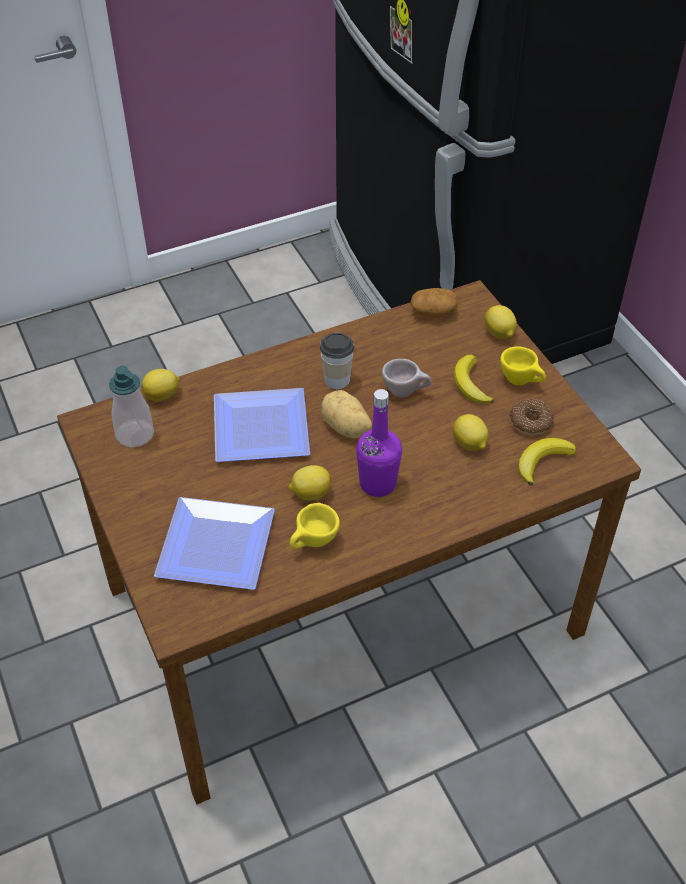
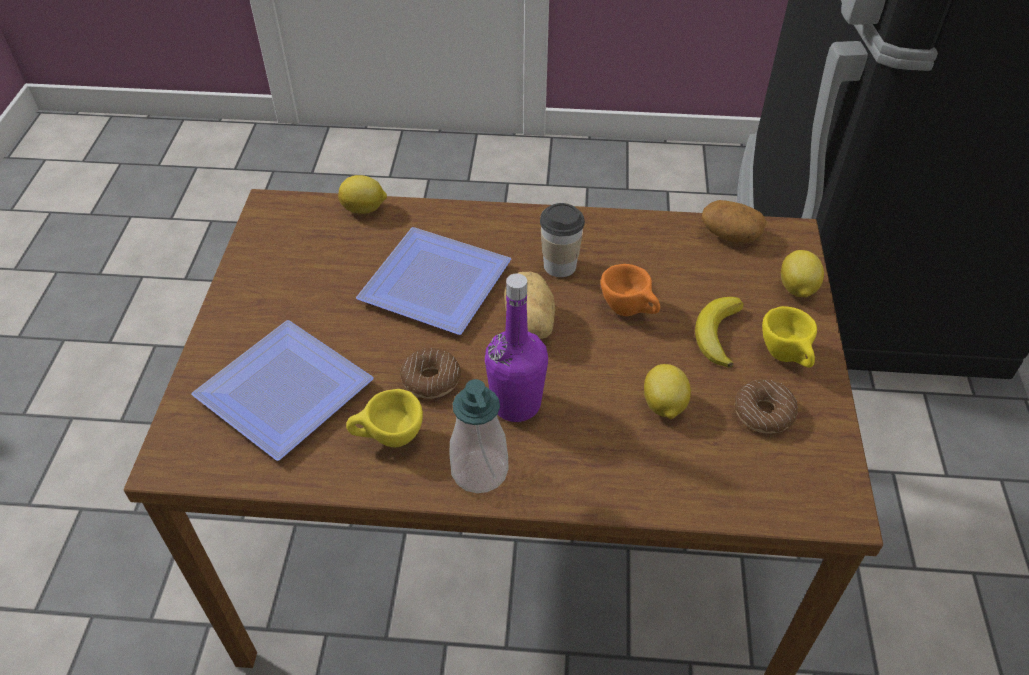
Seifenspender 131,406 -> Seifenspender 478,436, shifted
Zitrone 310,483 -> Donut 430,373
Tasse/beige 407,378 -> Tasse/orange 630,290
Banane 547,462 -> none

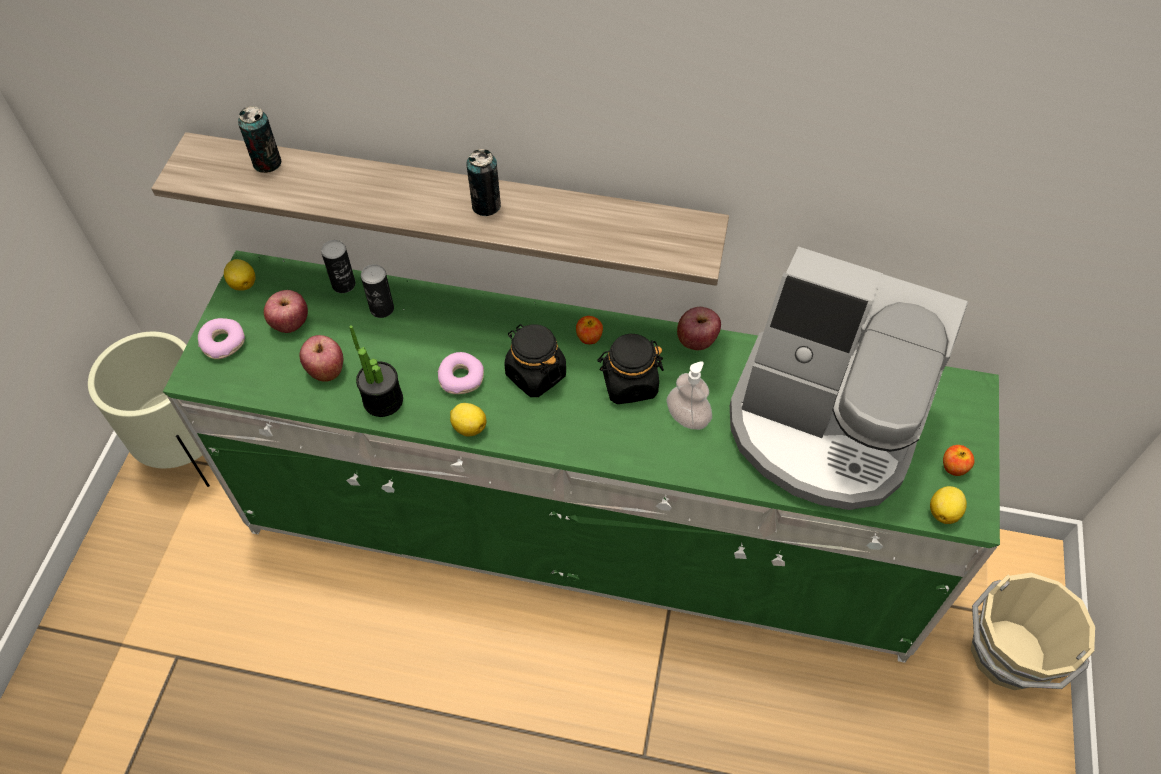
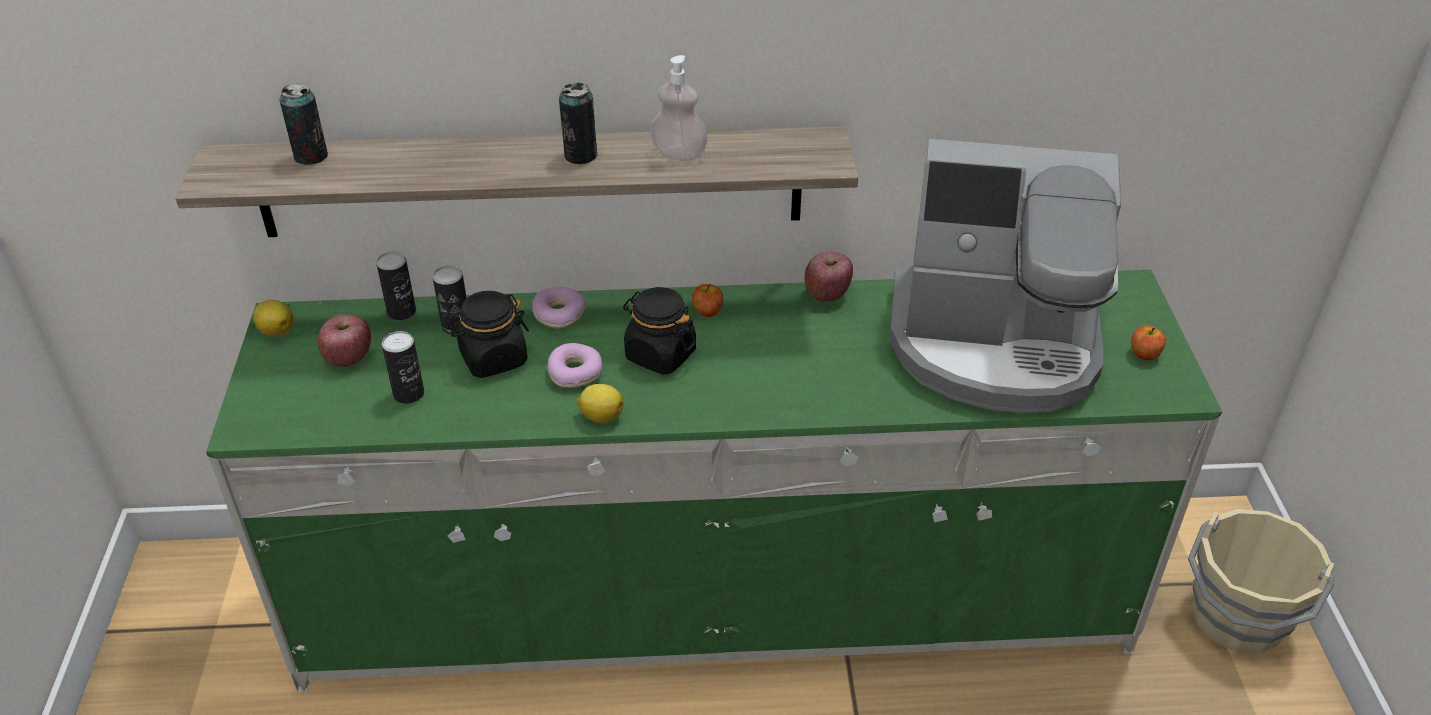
Pflanzkübel/beige 149,409 -> none
Donut 221,338 -> Donut 559,308, shifted
Apfel 321,358 -> Dose 403,367
Topfpflanze 376,371 -> none
Vorratsglas/schwarz 630,369 -> Vorratsglas/schwarz 488,334, shifted
Seifenspender 689,395 -> Seifenspender 679,108, shifted
Zitrone 948,505 -> none

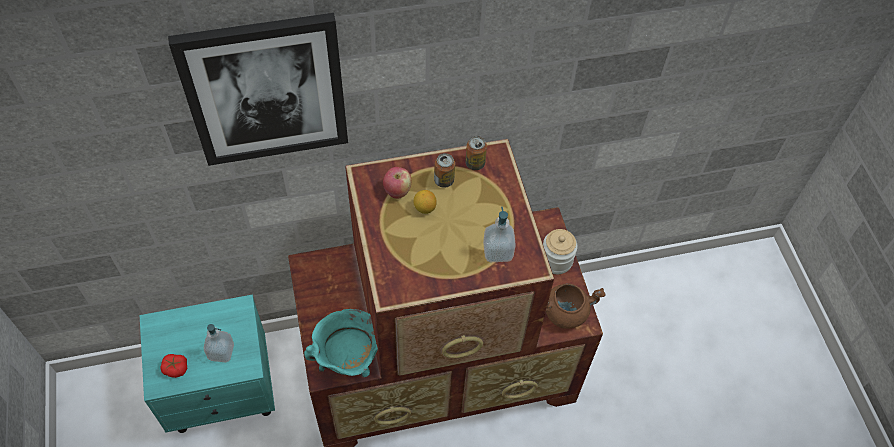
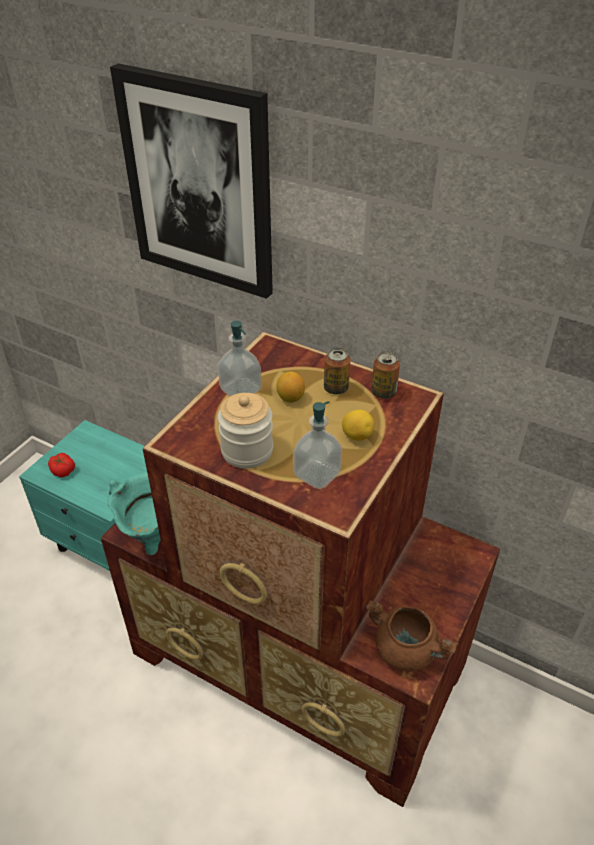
Seifenspender 219,343 -> Seifenspender 240,358, shifted
Apfel 397,183 -> none
Vorratsglas 560,251 -> Vorratsglas 245,430, shifted
none -> Zitrone 358,425

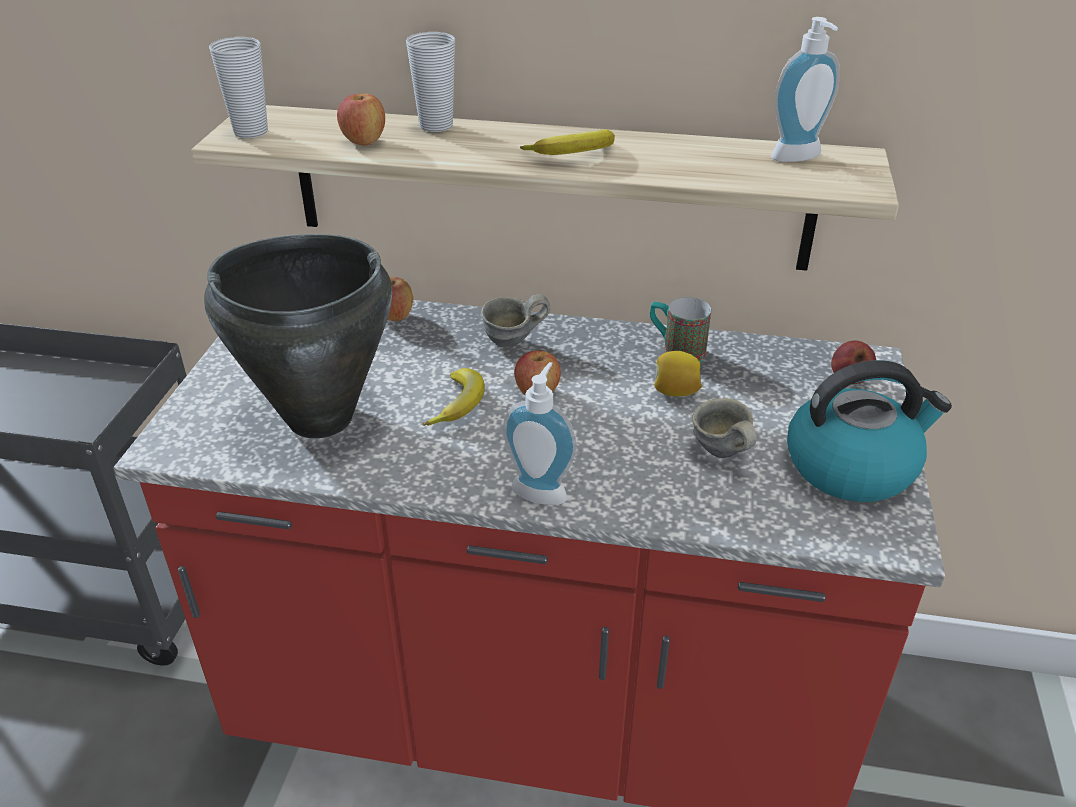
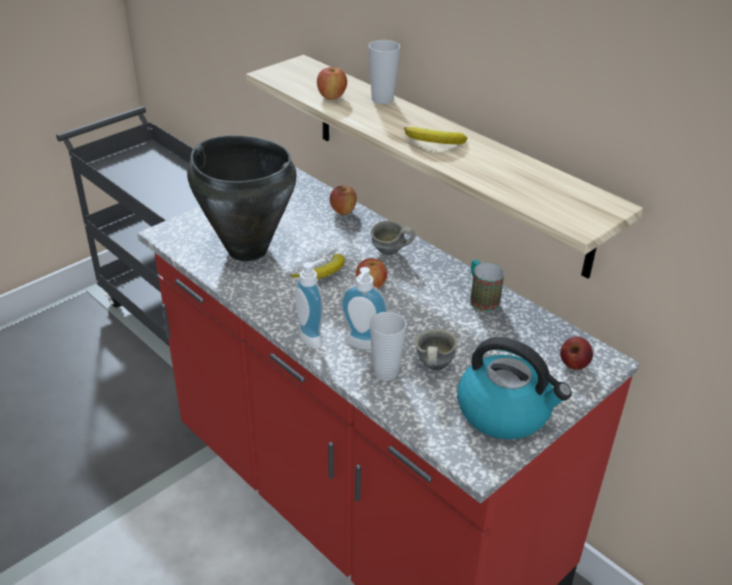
Tasse 238,87 -> Tasse 388,346, shifted
Zitrone 678,373 -> none
Seifenspender 805,89 -> Seifenspender 364,308, shifted

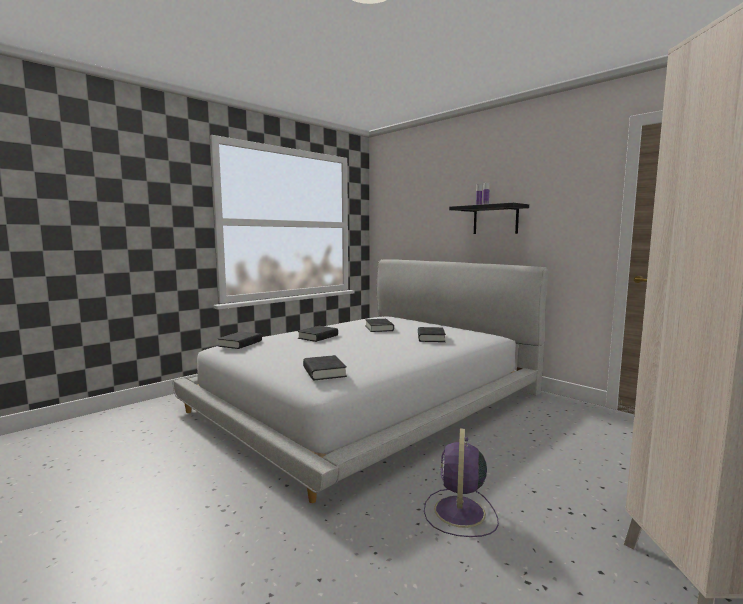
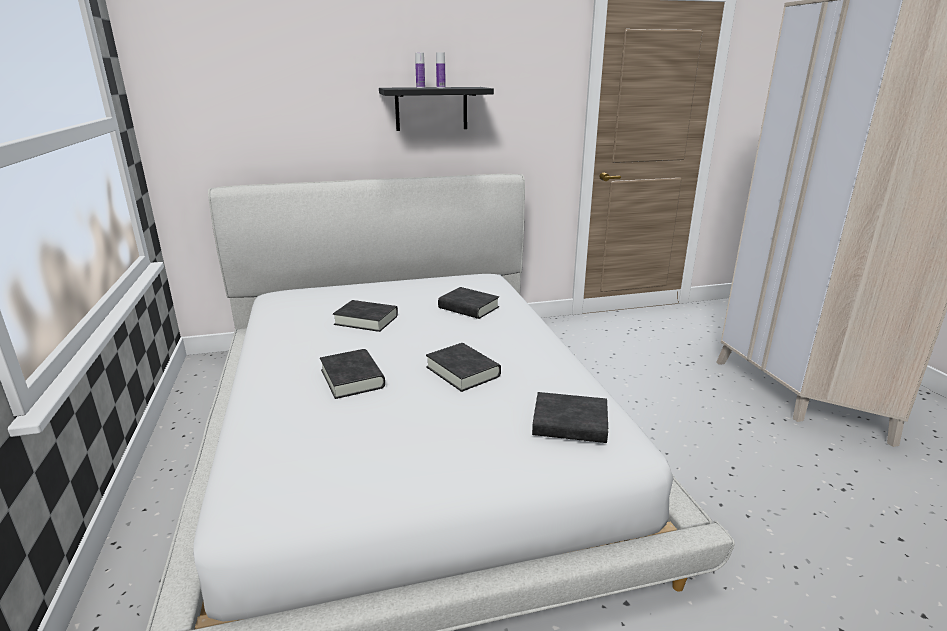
Buch/schwarz 239,340 -> Buch/schwarz 463,367, shifted
Ventilator/lila 461,482 -> none

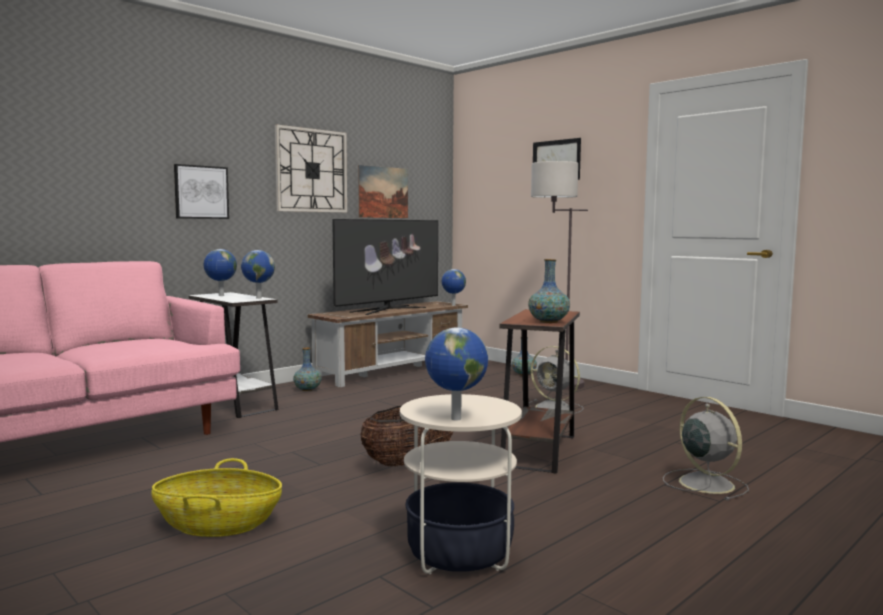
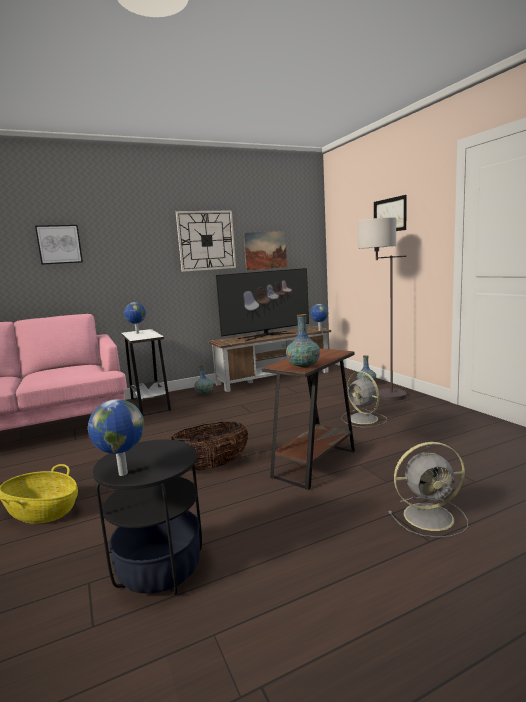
Bild 201,191 -> Bild 59,245, shifted
Globus 258,274 -> none
Beistelltisch/beige 461,484 -> Beistelltisch/schwarz 147,517
Ventilator/grau 706,448 -> Ventilator/grau 428,490, 90 degrees clockwise

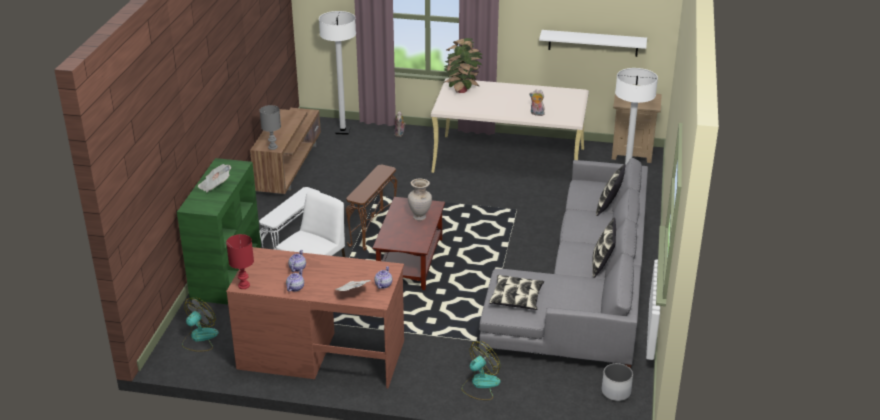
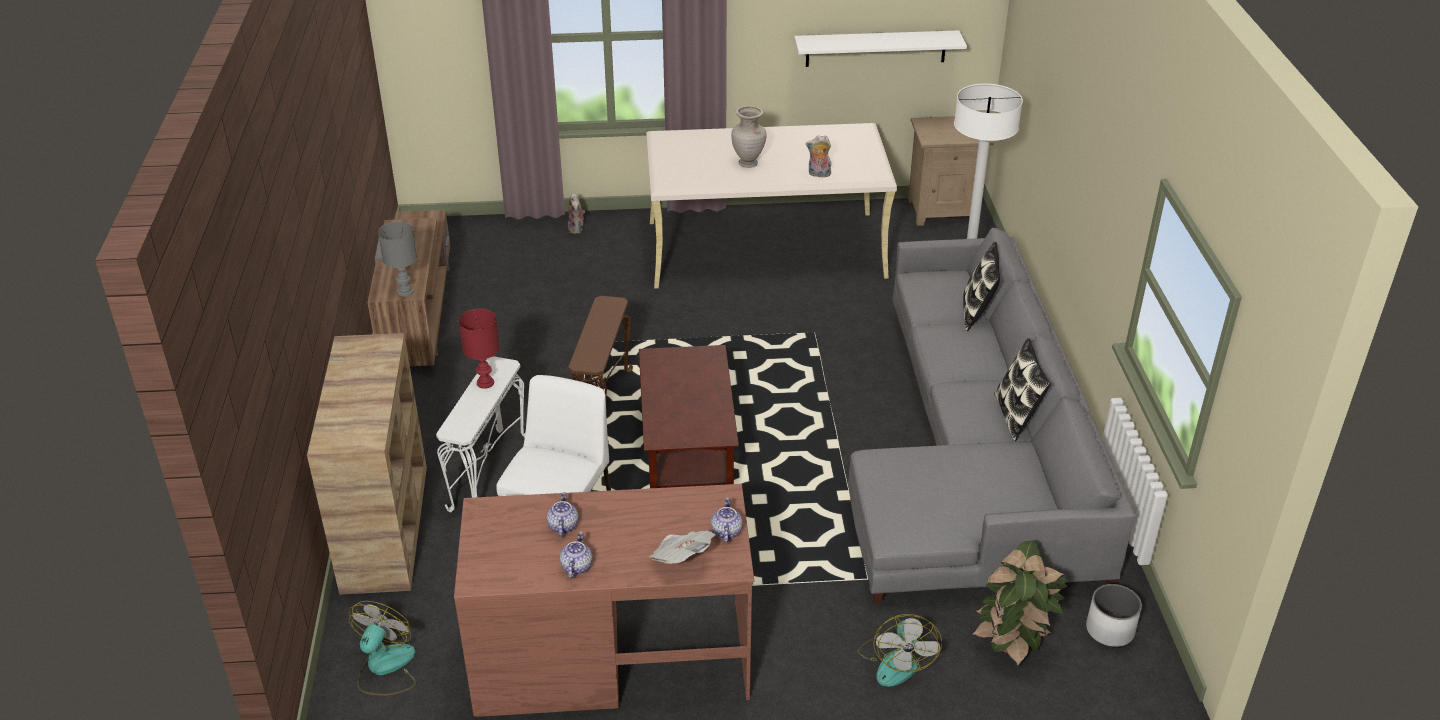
Bücherregal/grün 219,231 -> Bücherregal/braun 367,464
Zeitung 214,178 -> none
Tischlampe/rot 240,261 -> Tischlampe/rot 479,349, shifted
Stehlampe/weiß 337,73 -> none
Vase/beige 420,200 -> Vase/beige 748,137, shifted
Topfpflanze 463,65 -> Topfpflanze 1019,603, shifted
Ventilator 481,370 -> Ventilator 900,650, 150 degrees clockwise
Kissen 516,292 -> none

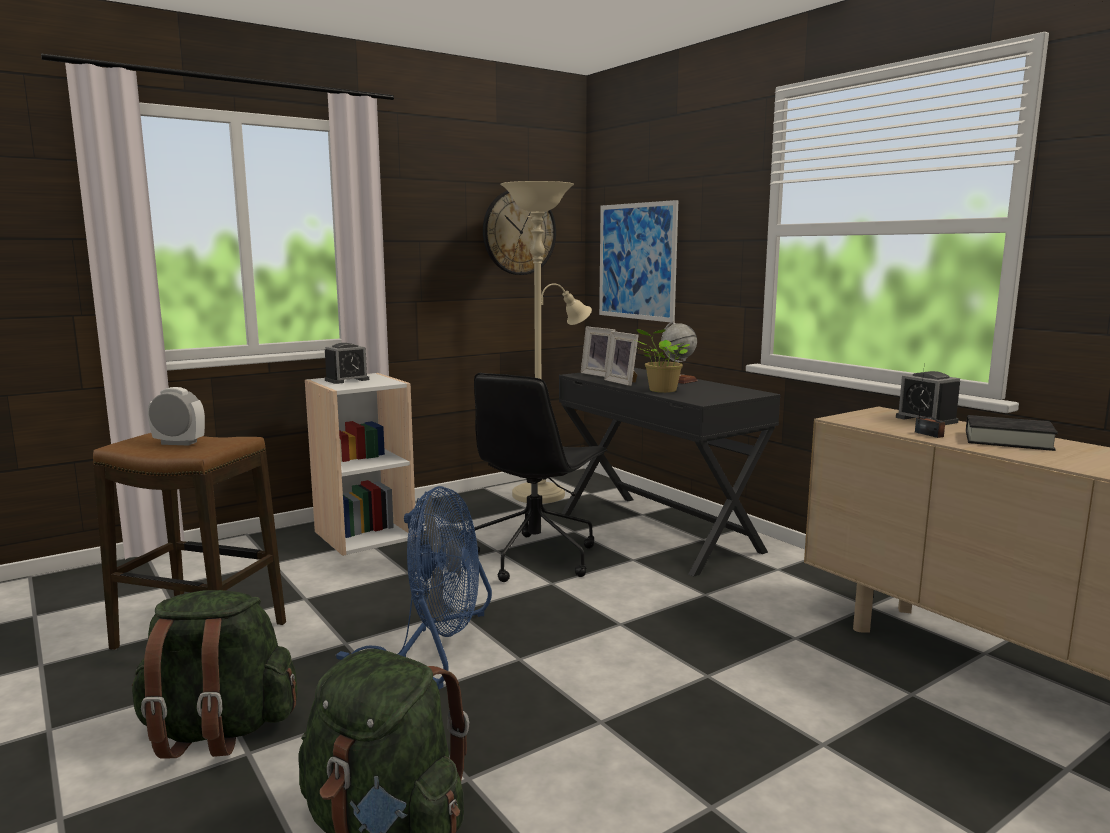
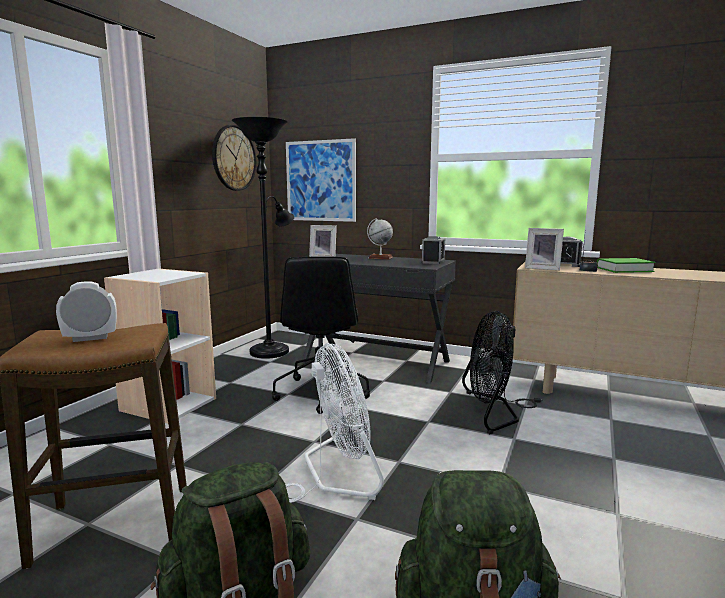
Wecker 347,363 -> Wecker 433,250, shifted
Ventilator/blau 413,587 -> Ventilator/weiß 334,423
Stehlampe/beige 546,342 -> Stehlampe/schwarz 263,238
Bilderrahmen 621,358 -> Bilderrahmen 544,249, shifted
Topfpflanze 662,361 -> none
Buch/schwarz 1012,433 -> Buch/grün 626,265
none -> Ventilator/schwarz 502,372

